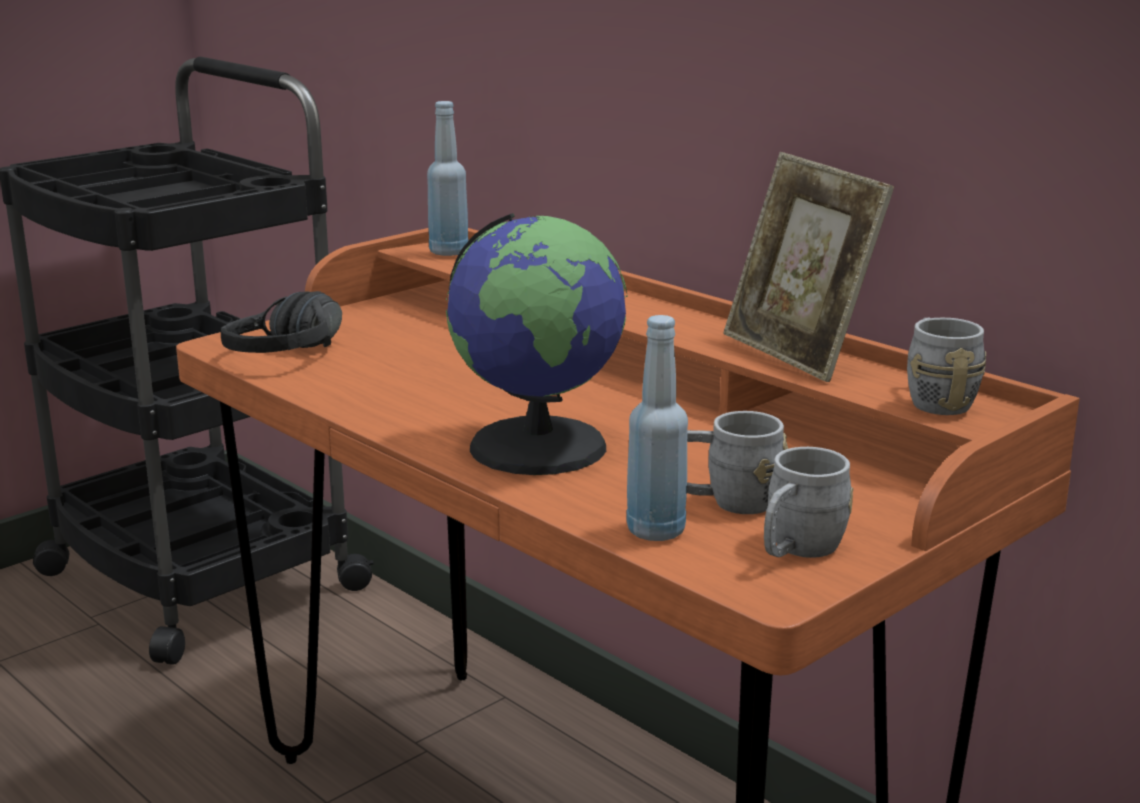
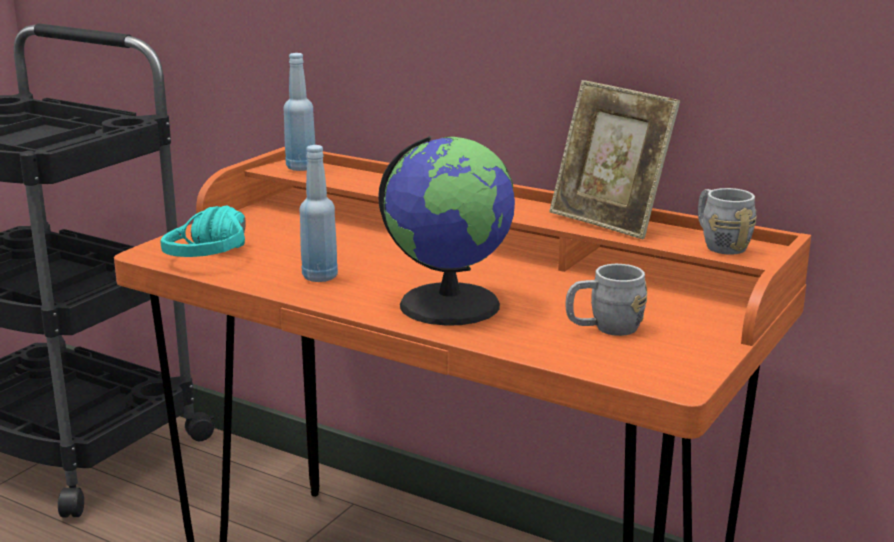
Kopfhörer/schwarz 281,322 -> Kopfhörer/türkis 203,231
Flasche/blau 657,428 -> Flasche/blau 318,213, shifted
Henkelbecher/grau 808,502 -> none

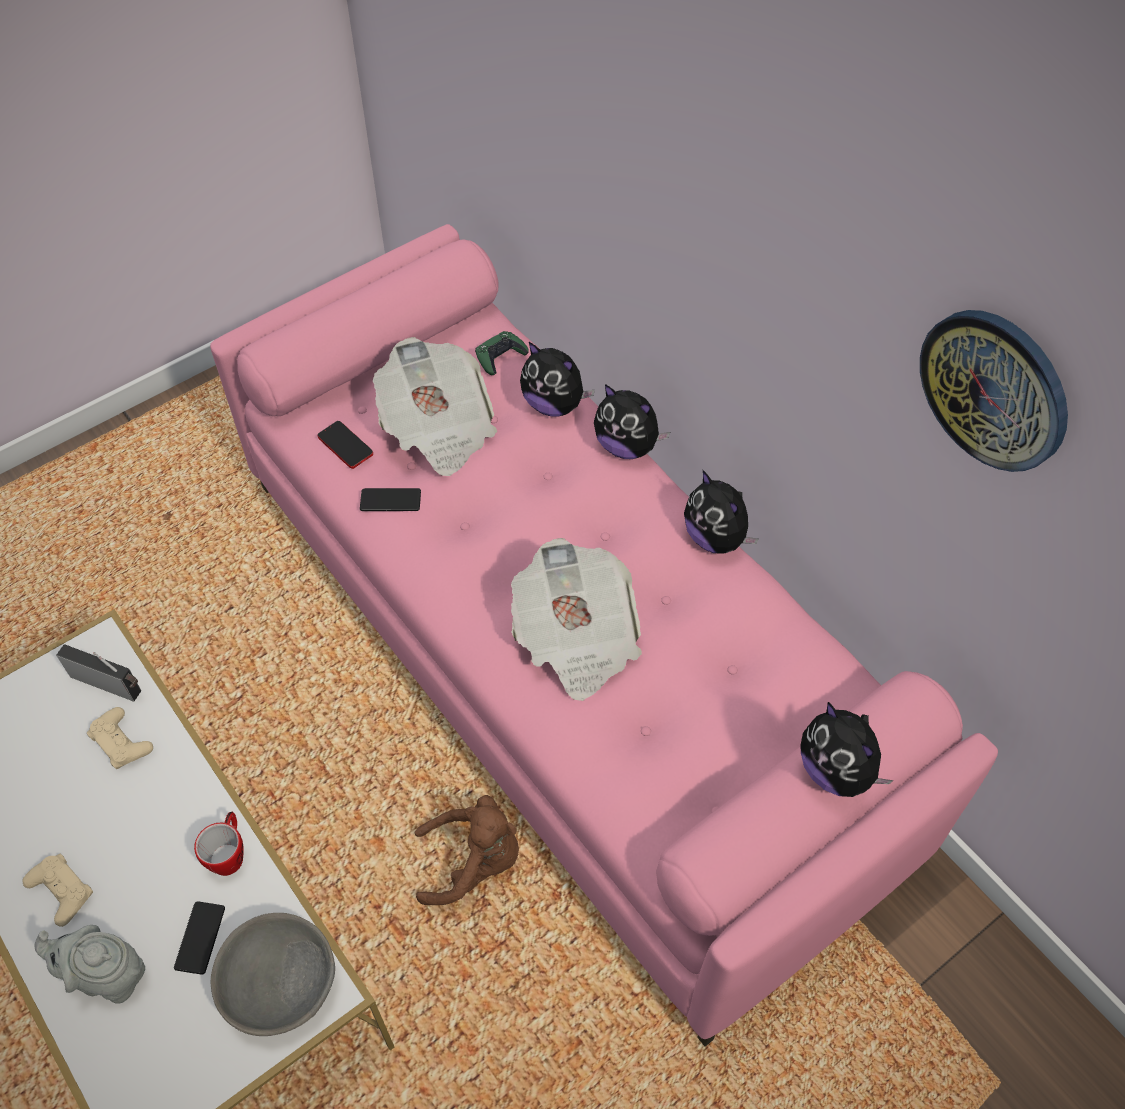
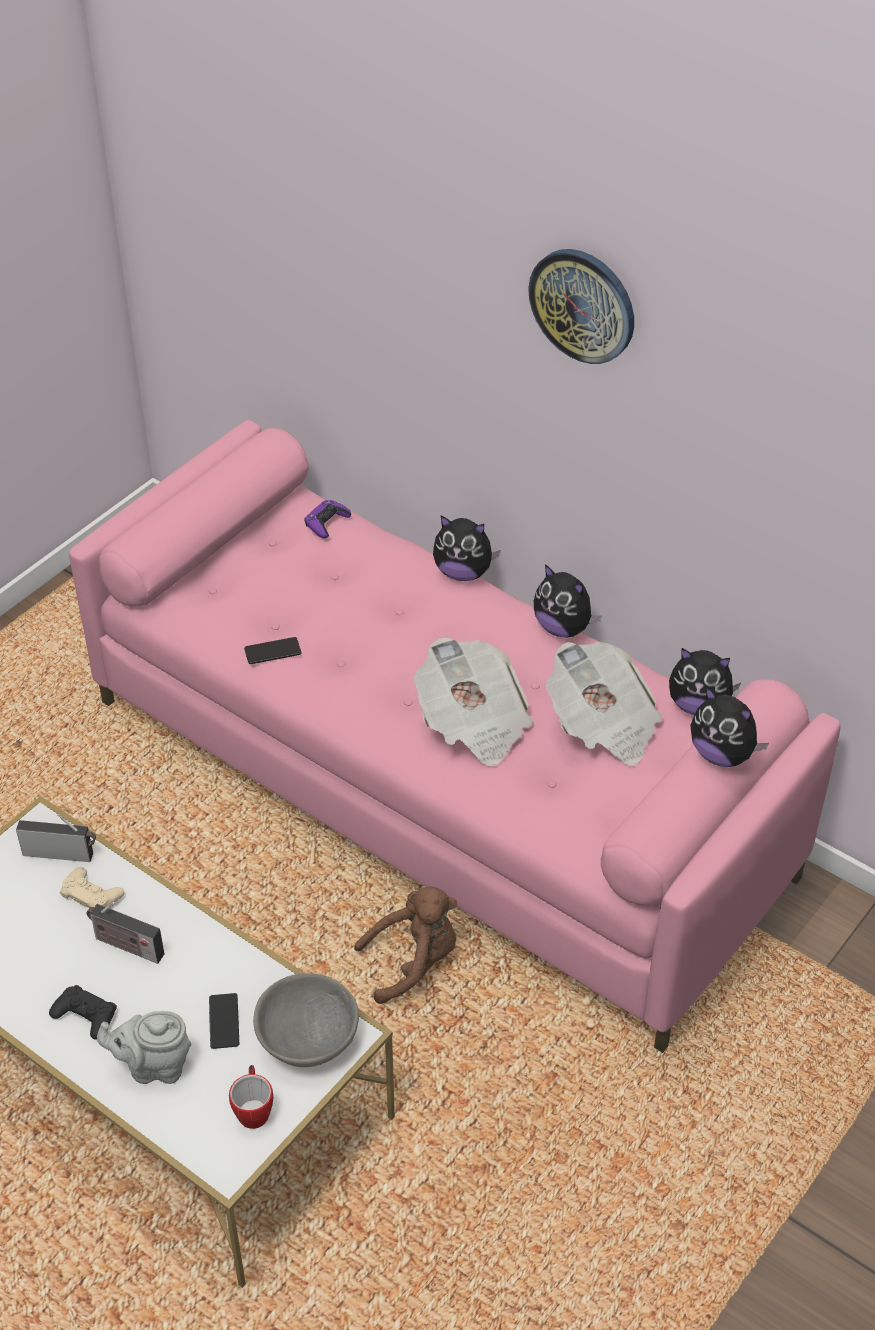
Gamepad/beige 58,890 -> Gamepad/schwarz 83,1012
Henkelbecher 219,844 -> Henkelbecher 251,1097, shifted
Handy 345,445 -> none
Zeitung 435,406 -> Zeitung 604,704, shifted
Gamepad/grün 502,353 -> Gamepad/lila 327,519
Plüschtier 557,379 -> Plüschtier 705,681, shifted
Wanduhr 994,391 -> Wanduhr 581,306, shifted
none -> Radio 125,933

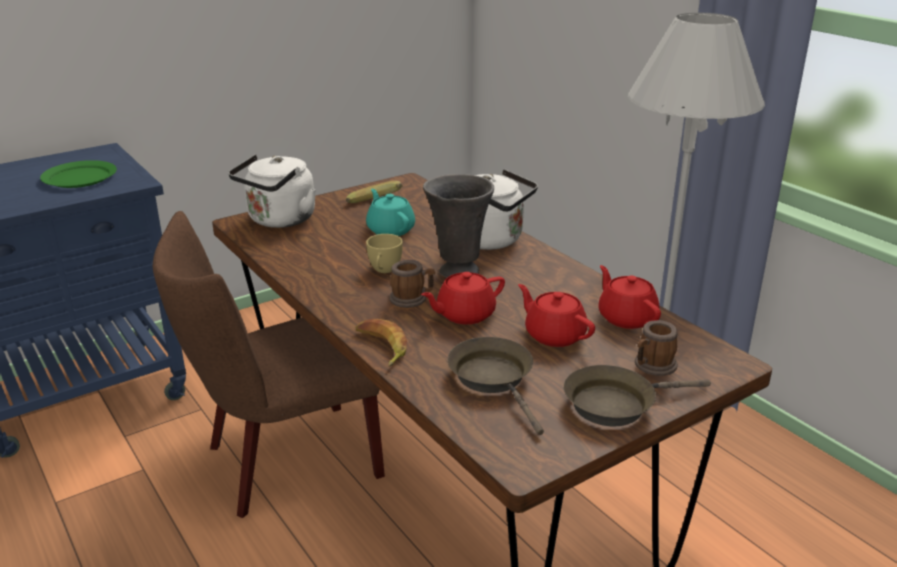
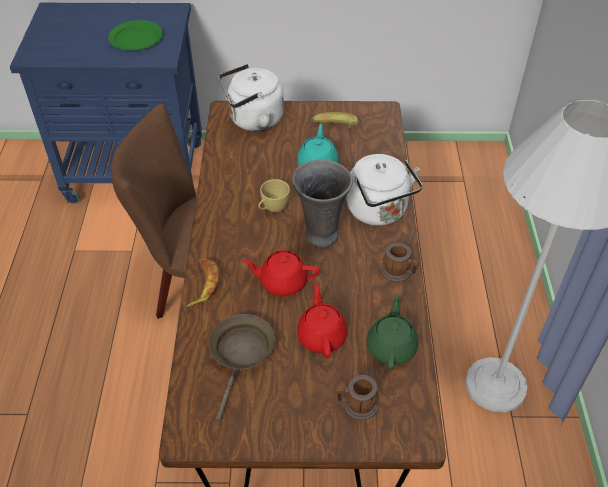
Henkelbecher 412,284 -> Henkelbecher 400,262, shifted
Pfanne/braun 637,395 -> none
Teekanne/rot 629,297 -> Teekanne/grün 392,332

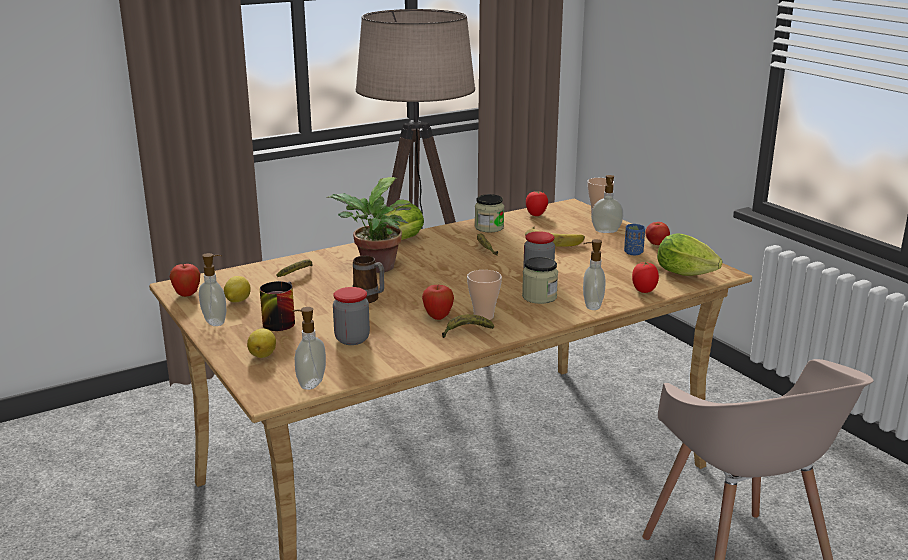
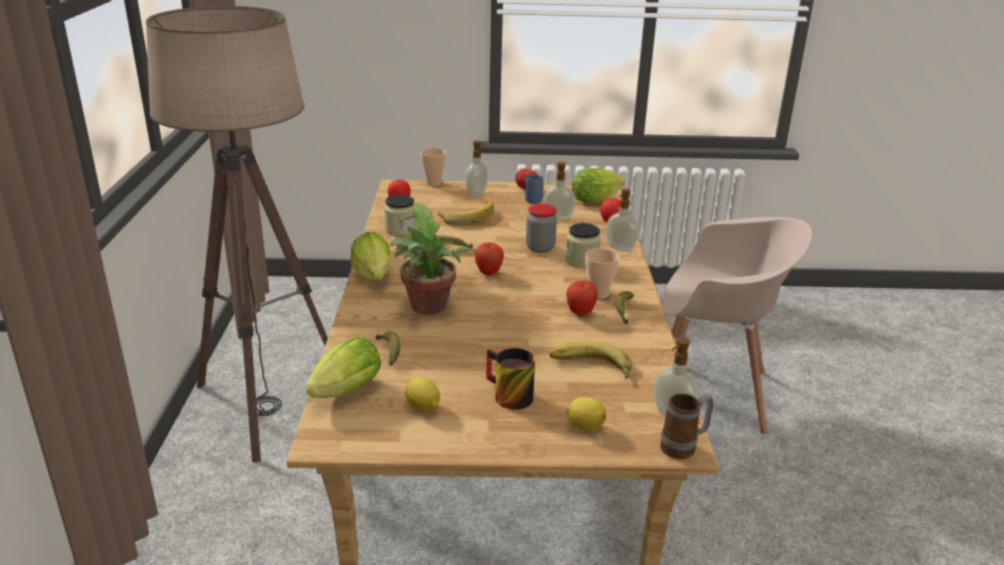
Apfel 185,280 -> Apfel 489,259, shifted
Seifenspender 212,289 -> Seifenspender 559,191, shifted
Vorratsglas 351,316 -> Banane 591,360
Henkelbecher 368,279 -> Henkelbecher 687,426, shifted
none -> Salatkopf 343,367

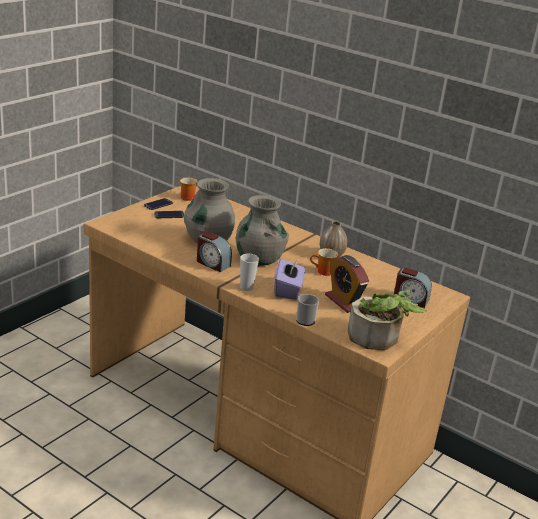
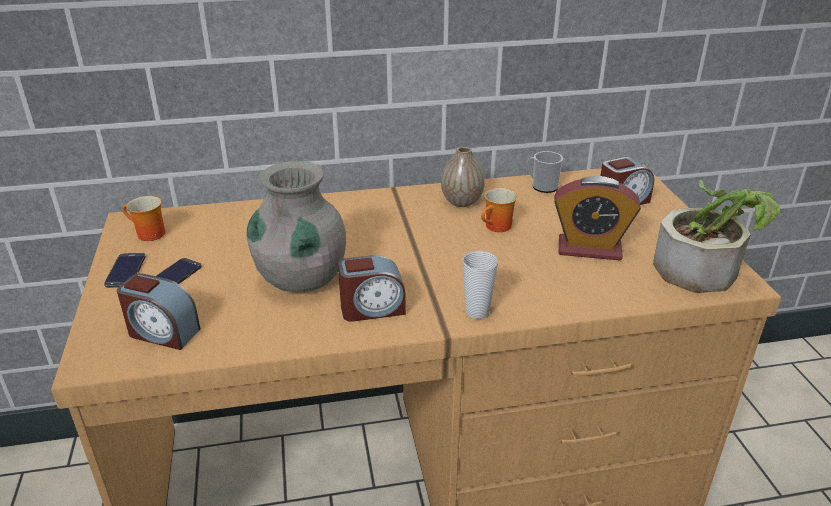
Vase/grau 262,230 -> none
Taschentuchbox/lila 289,279 -> none
Henkelbecher 307,310 -> Henkelbecher 545,172, shifted
none -> Wecker 158,311

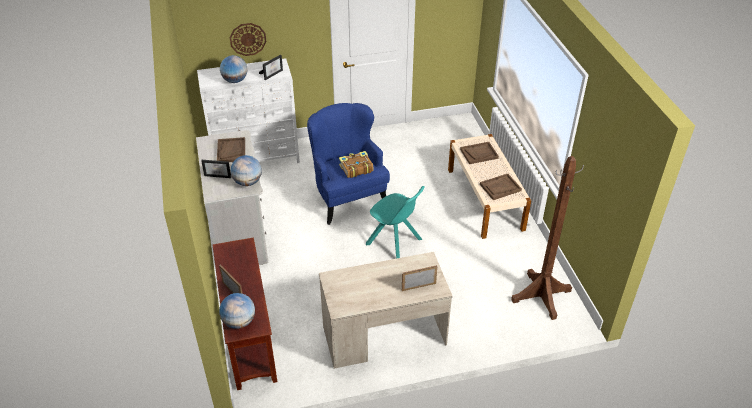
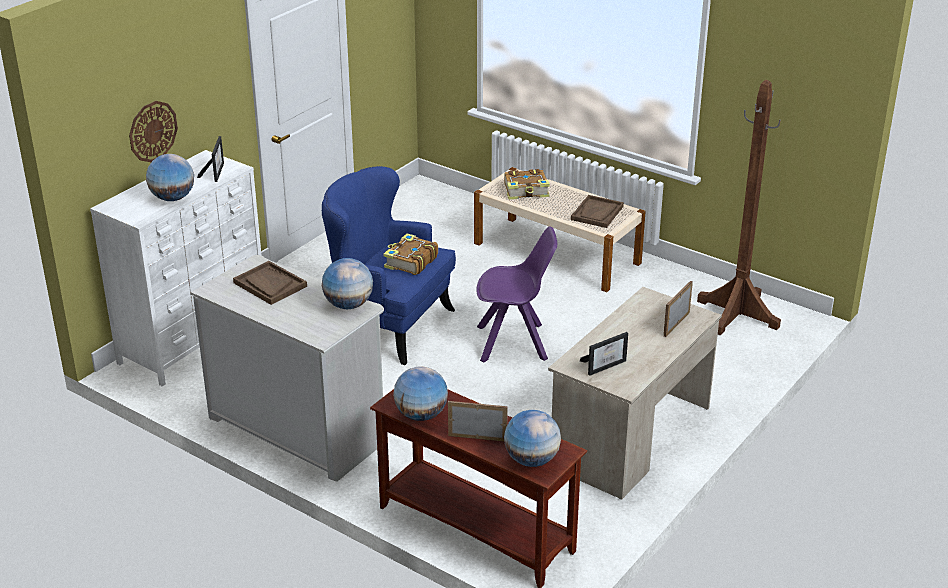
Bilderrahmen 216,169 -> Bilderrahmen 604,354, shifted
Stuhl/türkis 395,222 -> Stuhl/lila 516,294
Tablett/braun 479,153 -> Buch 527,184
none -> Globus 420,393

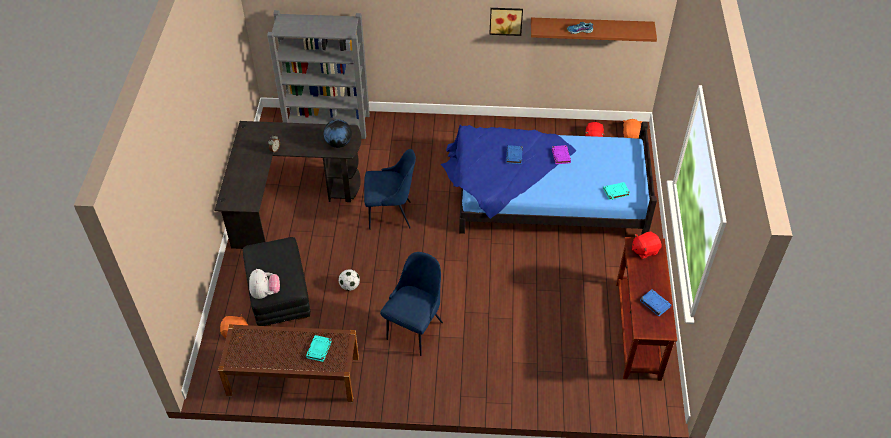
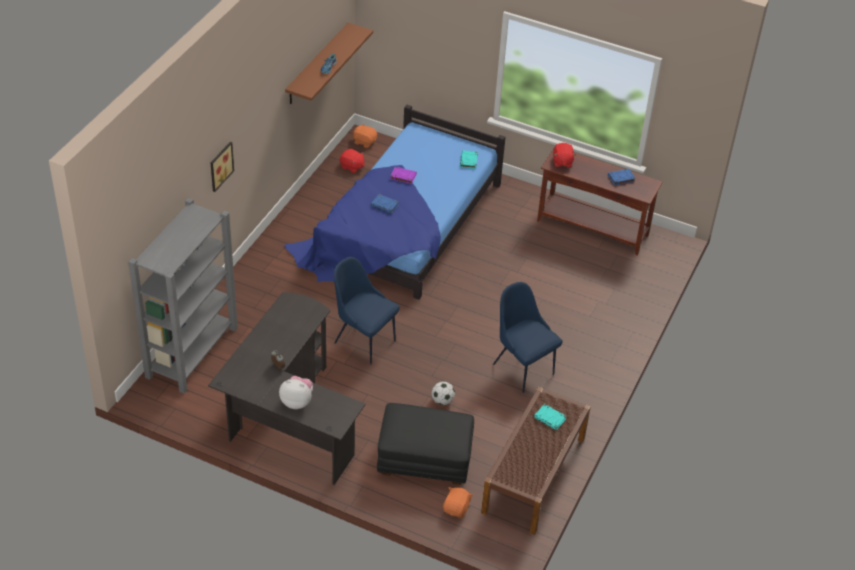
Plüschtier 264,284 -> Plüschtier 296,392, shifted
Globus 337,133 -> none
Stuhl/blau 390,189 -> Stuhl/blau 367,310, 75 degrees counterclockwise
Bild 506,22 -> Bild 222,167, shifted

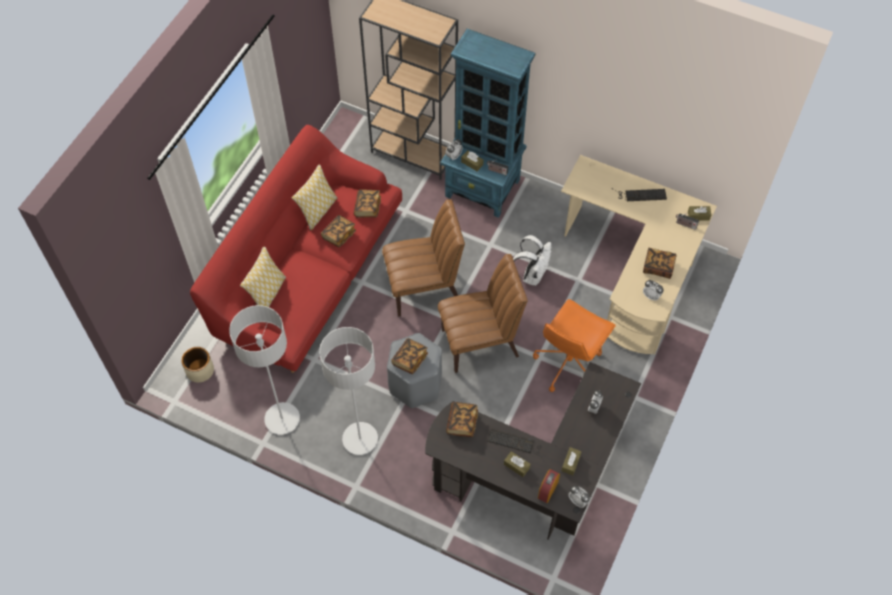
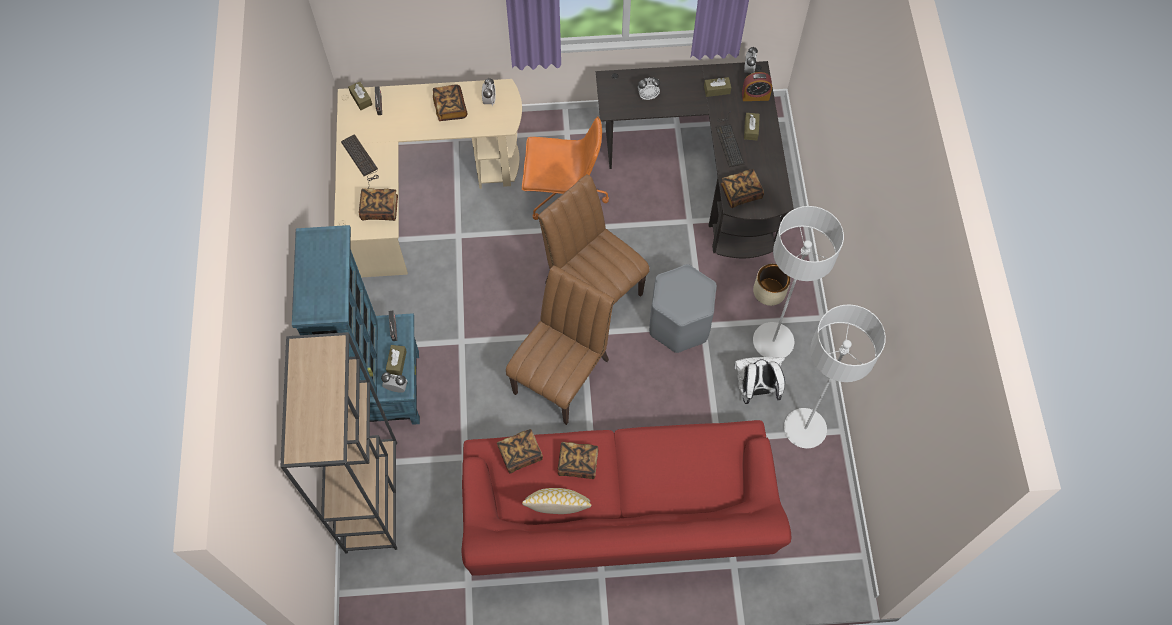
Pflanzkübel/beige 197,365 -> Pflanzkübel/beige 772,285, shifted
Kissen 263,276 -> none
Stuhl/braun 423,258 -> Stuhl/braun 560,345, 75 degrees clockwise
Buch 409,356 -> Buch 378,204, shifted
Rucksack/weiß 532,260 -> Rucksack/weiß 759,380, shifted

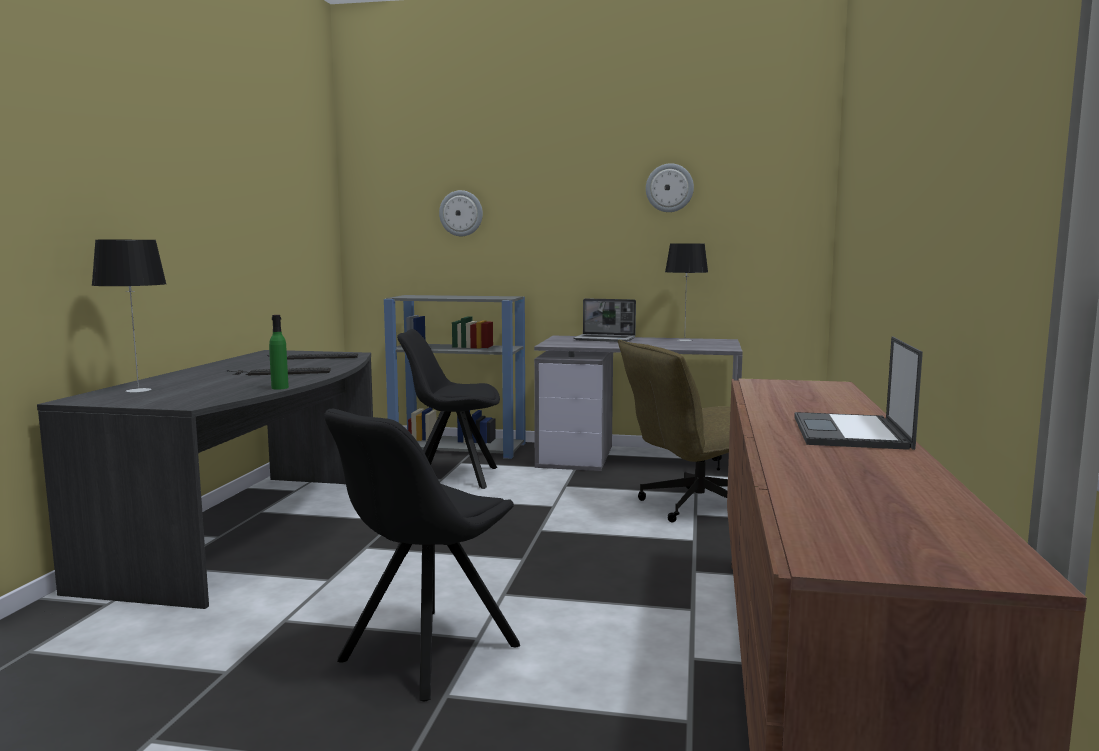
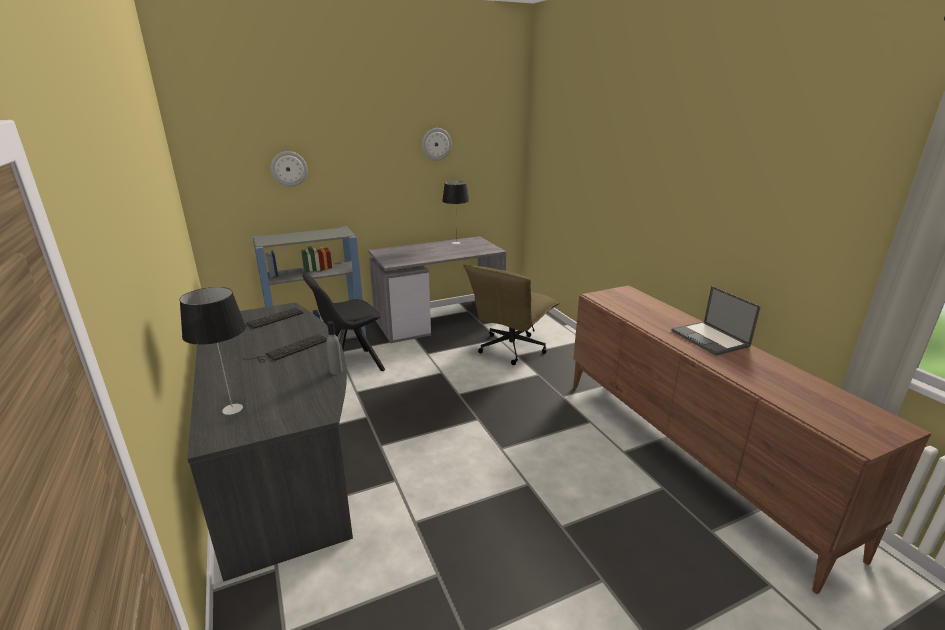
Flasche/grün 279,352 -> Flasche/grau 335,347
Stuhl/schwarz 422,555 -> none
Laptop 604,320 -> none

